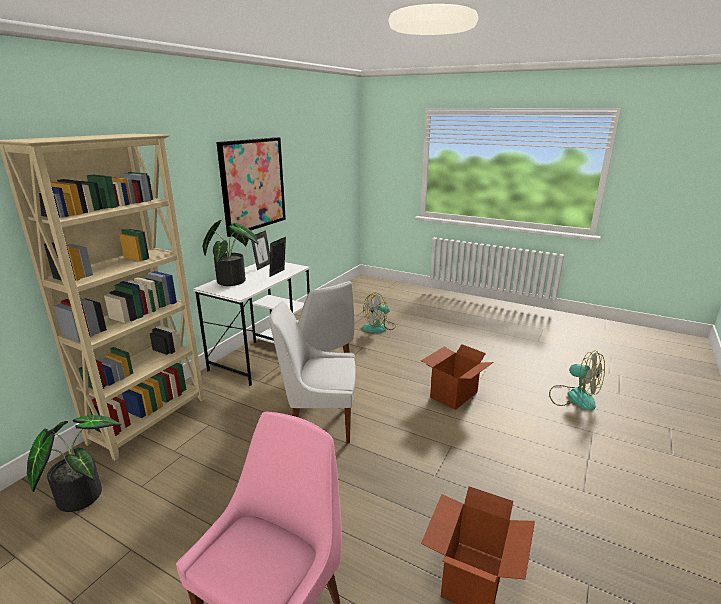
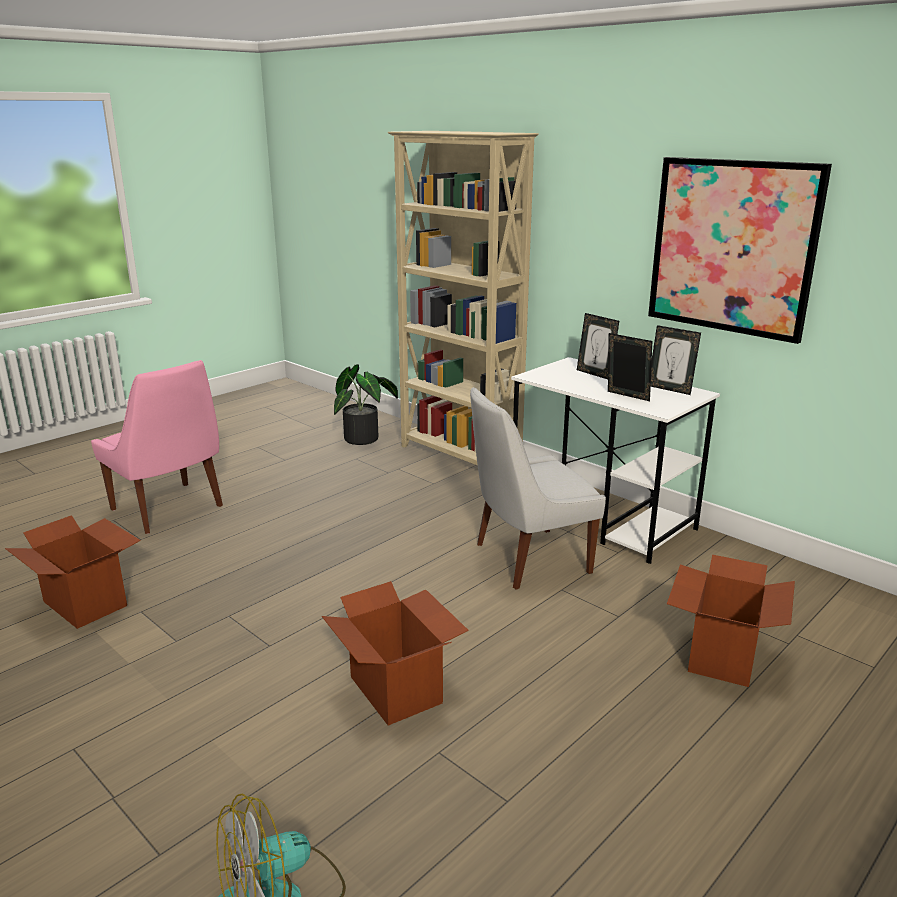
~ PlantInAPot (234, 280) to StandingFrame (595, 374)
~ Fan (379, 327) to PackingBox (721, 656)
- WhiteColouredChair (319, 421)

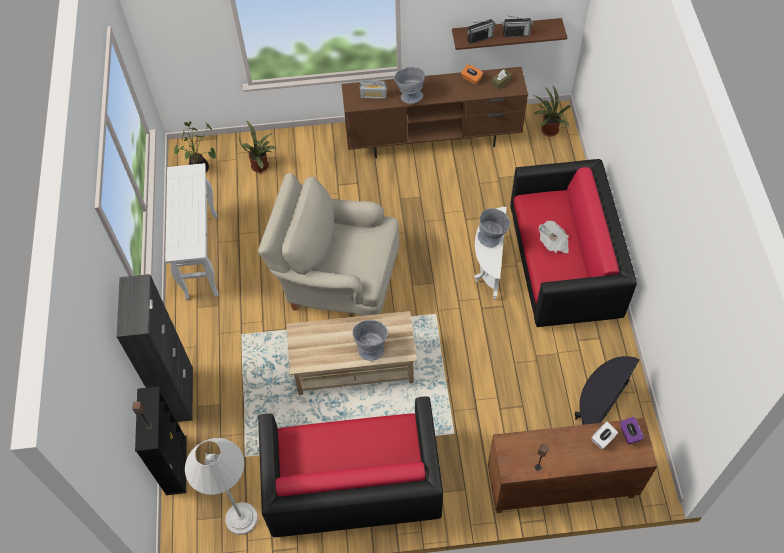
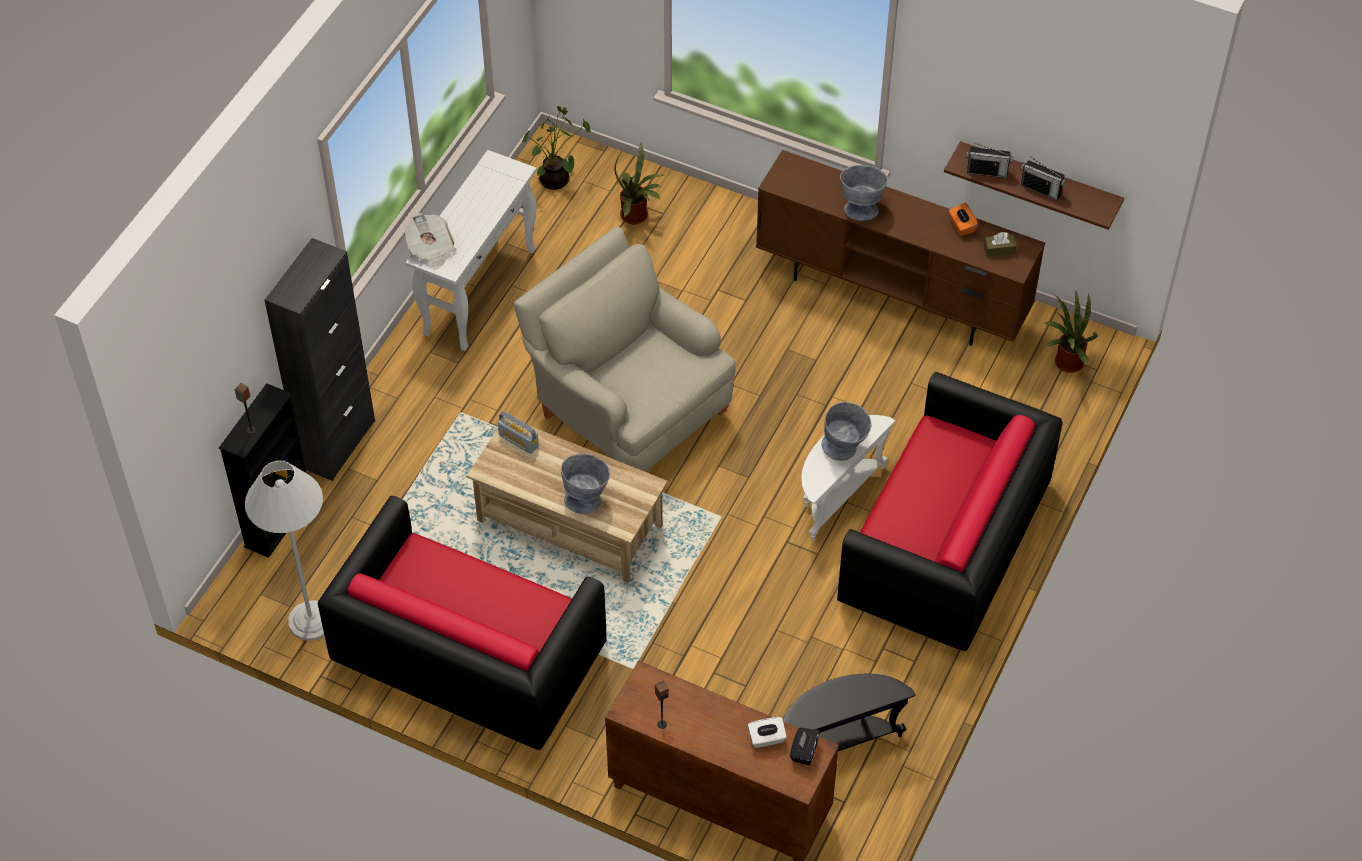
~ PrintedPaper (553, 243) to (431, 250)
~ RadioReceiver (373, 95) to (518, 440)
~ PurplishTissueBox (629, 434) to BlackishTissueBox (804, 751)

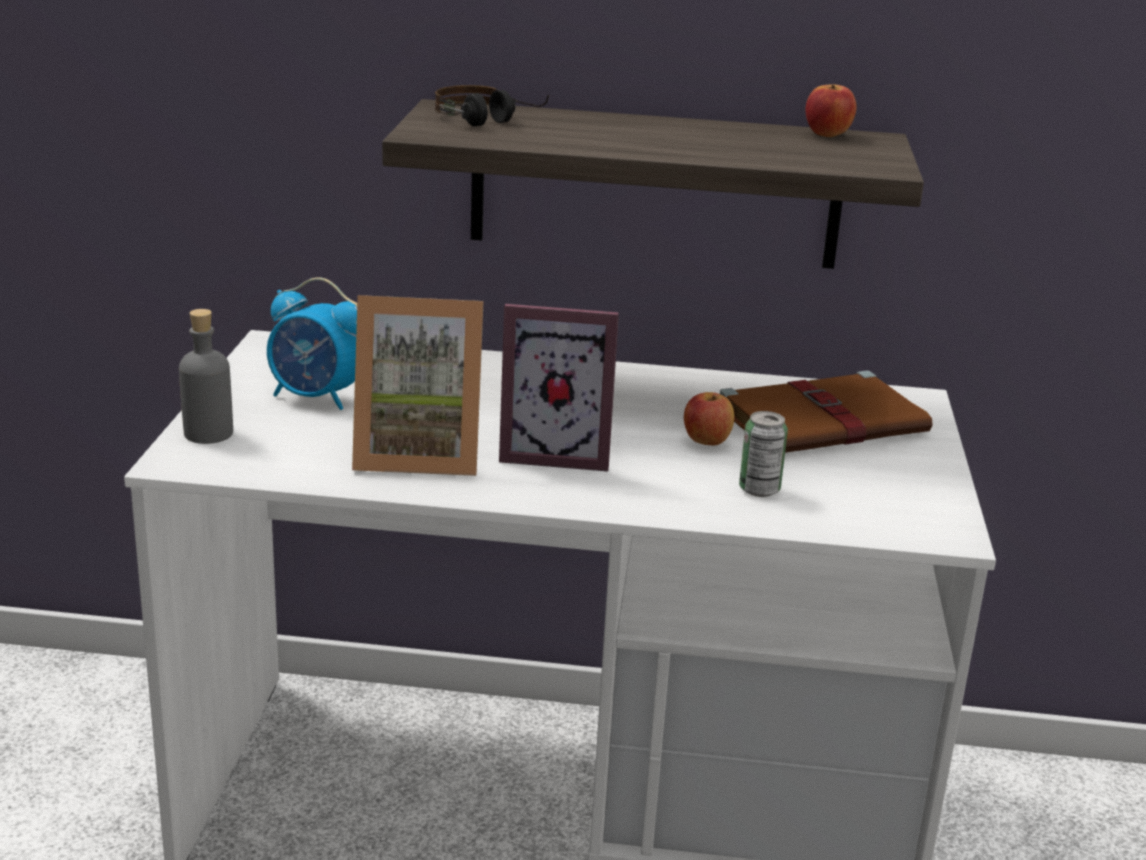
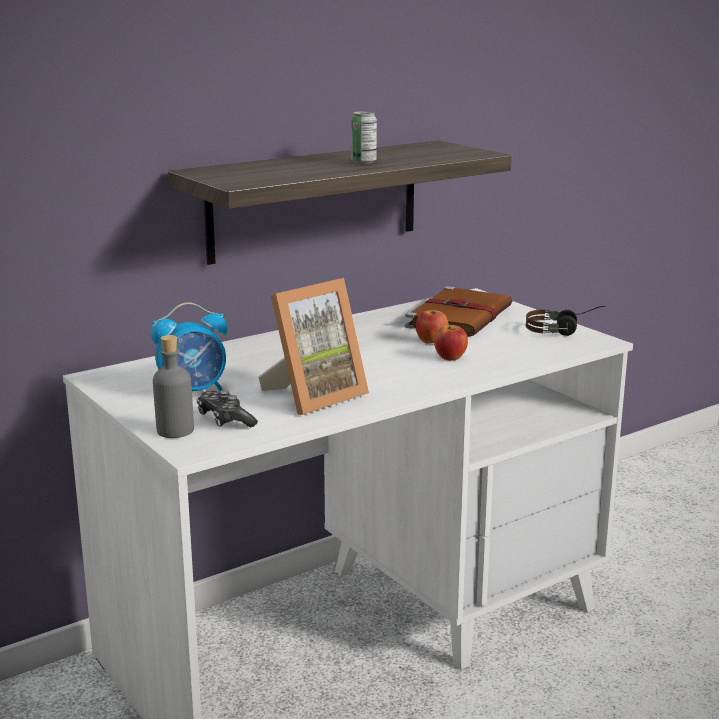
+ GameController (225, 420)
~ MetalCan (759, 489) to (363, 162)
~ WholeApple (828, 135) to (450, 358)
~ Headset (491, 122) to (564, 330)
- StandingFrame (556, 453)

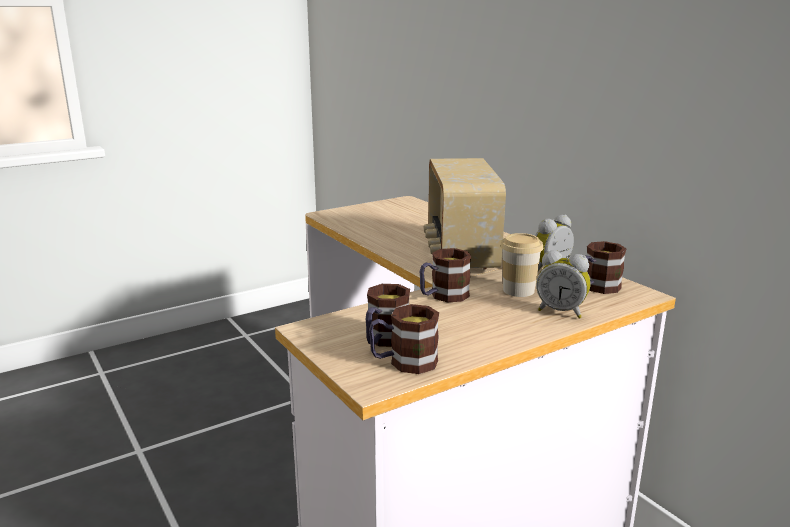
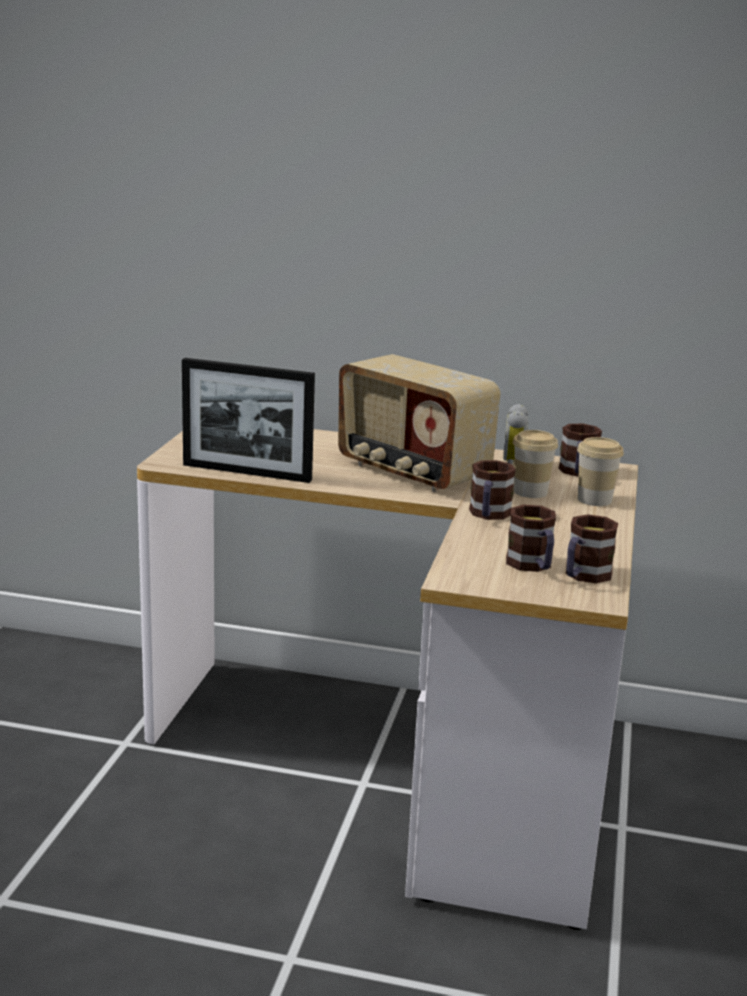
+ StandingFrame (246, 472)
~ AlarmClock (561, 311) to DrinkingCup (594, 500)

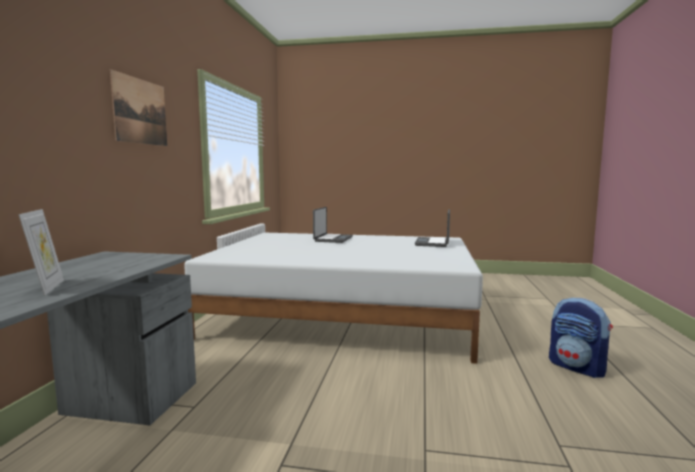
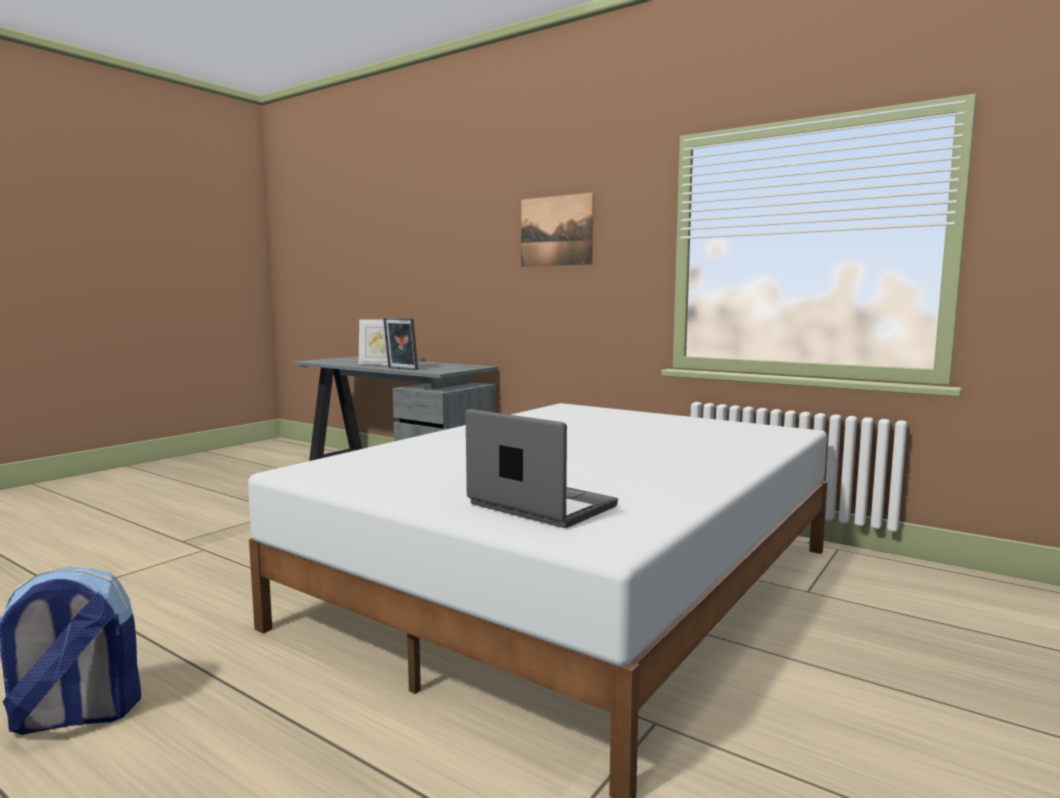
+ StandingFrame (401, 369)
- NotebookComputer (332, 239)

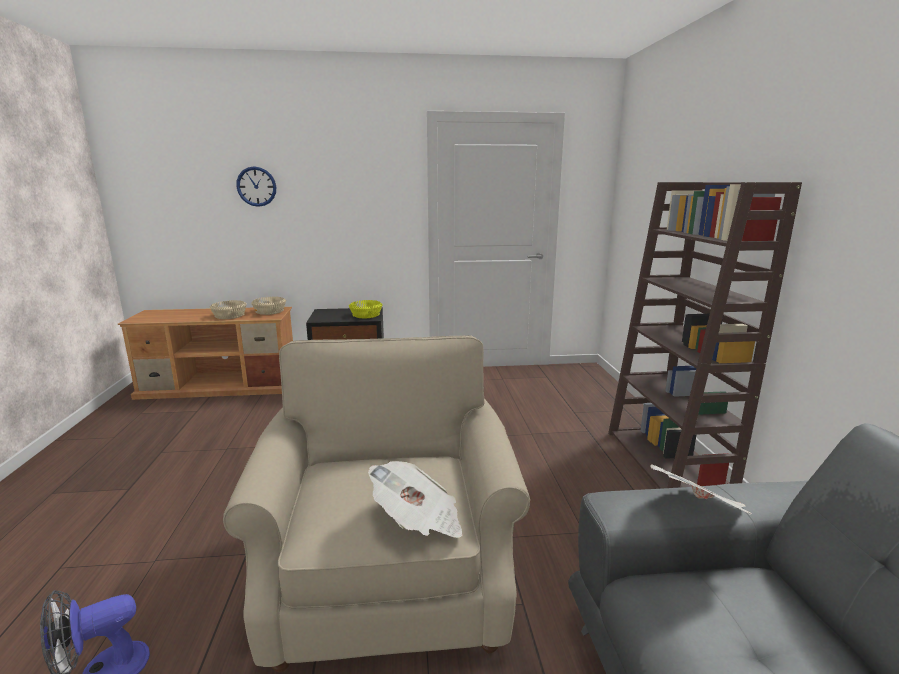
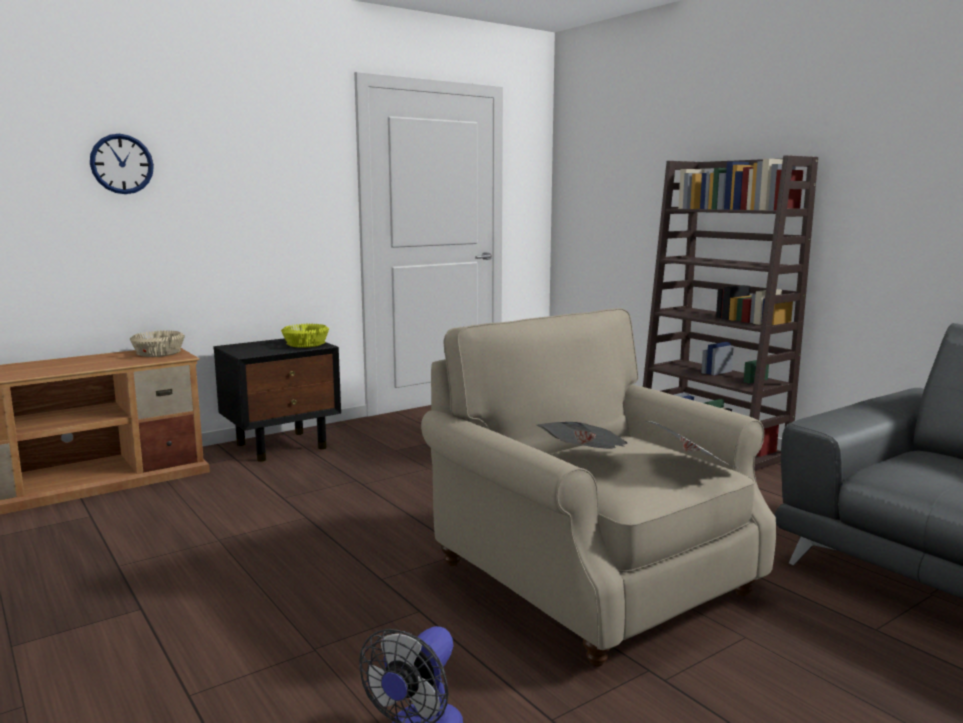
~ PrintedPaper (700, 512) to (583, 460)
- BeigeColouredBowl (230, 316)

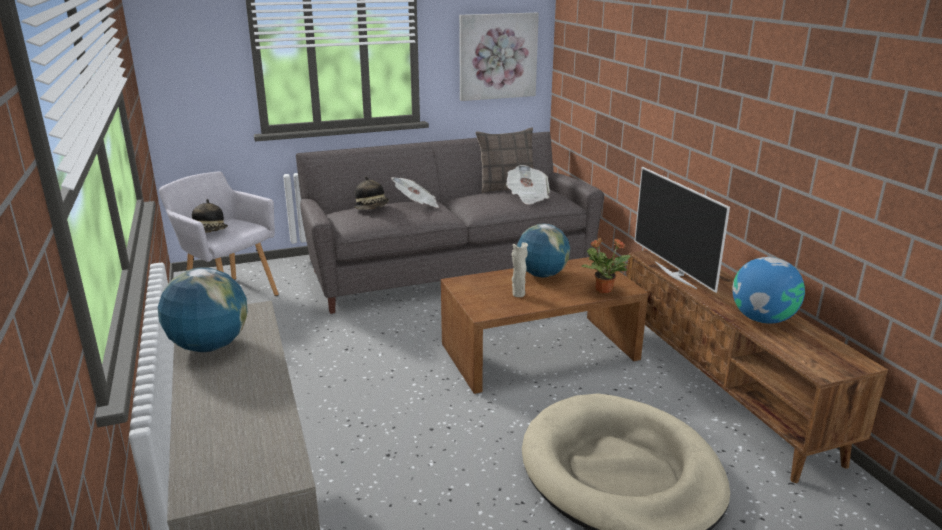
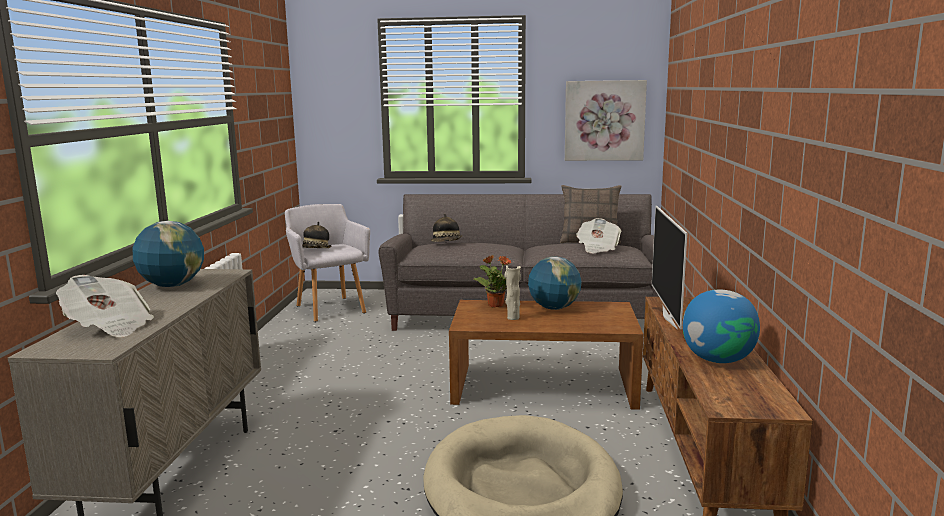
~ PrintedPaper (416, 204) to (109, 327)
~ PlantInAPot (603, 290) to (495, 305)

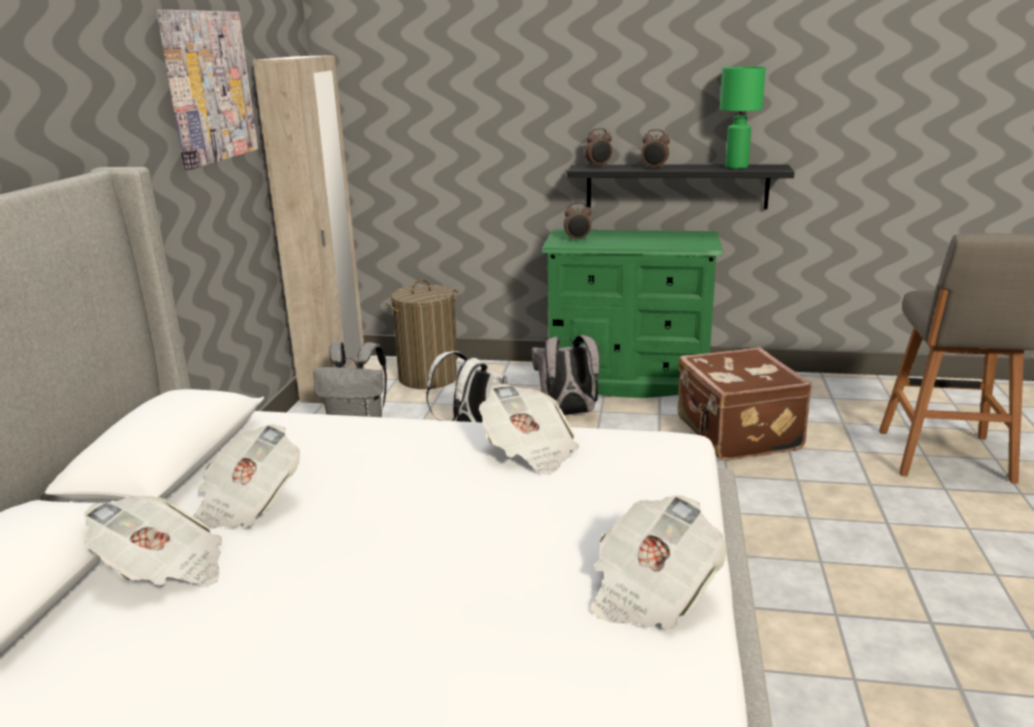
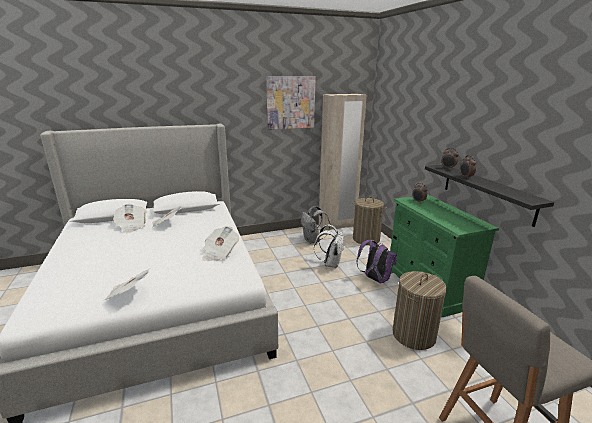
~ GreyBackpack (568, 413) to PurplishBackpack (375, 279)
~ BrownColouredPieceOfLuggage (736, 434) to Hamper (413, 335)
- GreenLampForATable (736, 167)

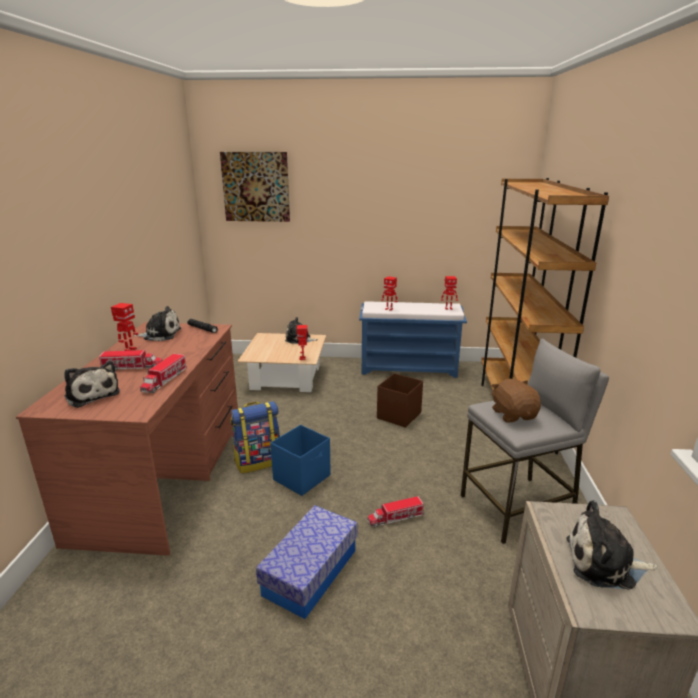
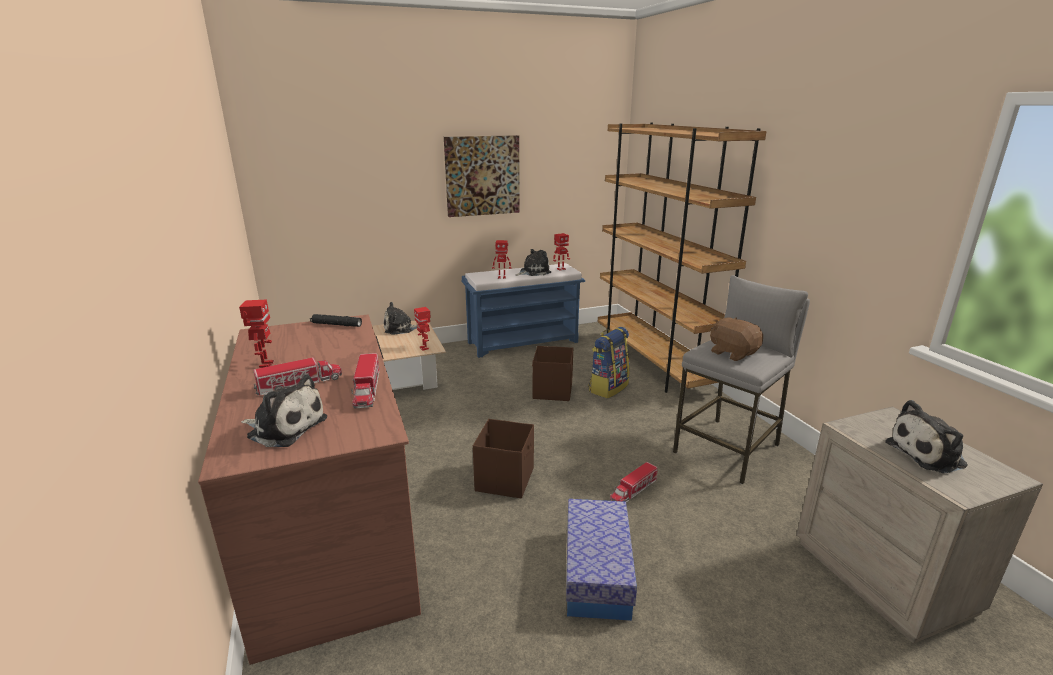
~ Picture (256, 187) to (482, 176)
~ BlueStorageBox (302, 477) to BrownColouredStorageBox (505, 479)
~ PlushToy (160, 334) to (533, 272)
~ Backpack (258, 461) to (608, 387)

